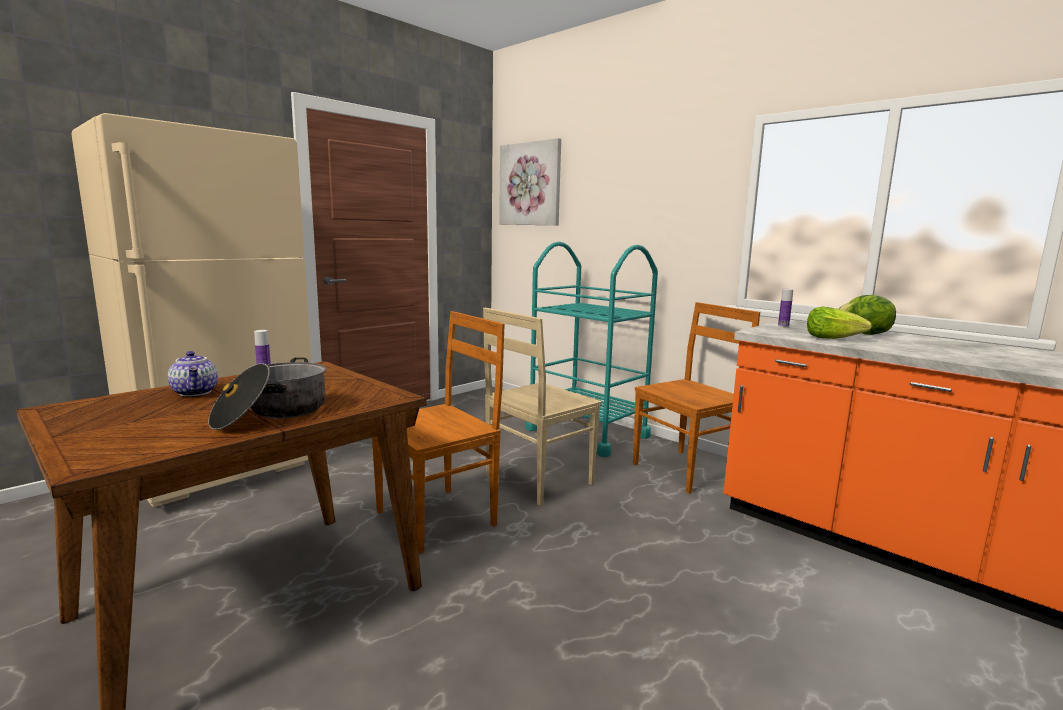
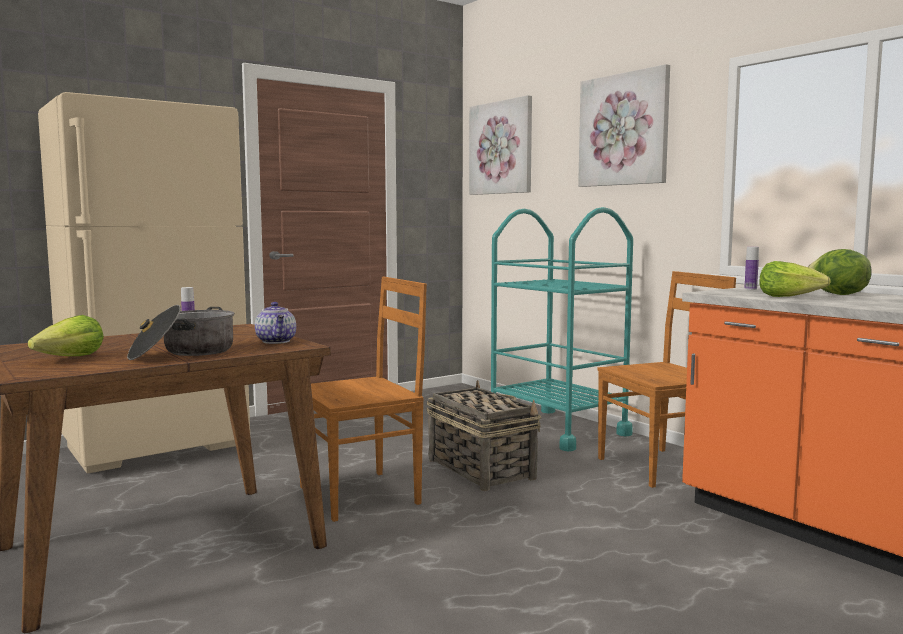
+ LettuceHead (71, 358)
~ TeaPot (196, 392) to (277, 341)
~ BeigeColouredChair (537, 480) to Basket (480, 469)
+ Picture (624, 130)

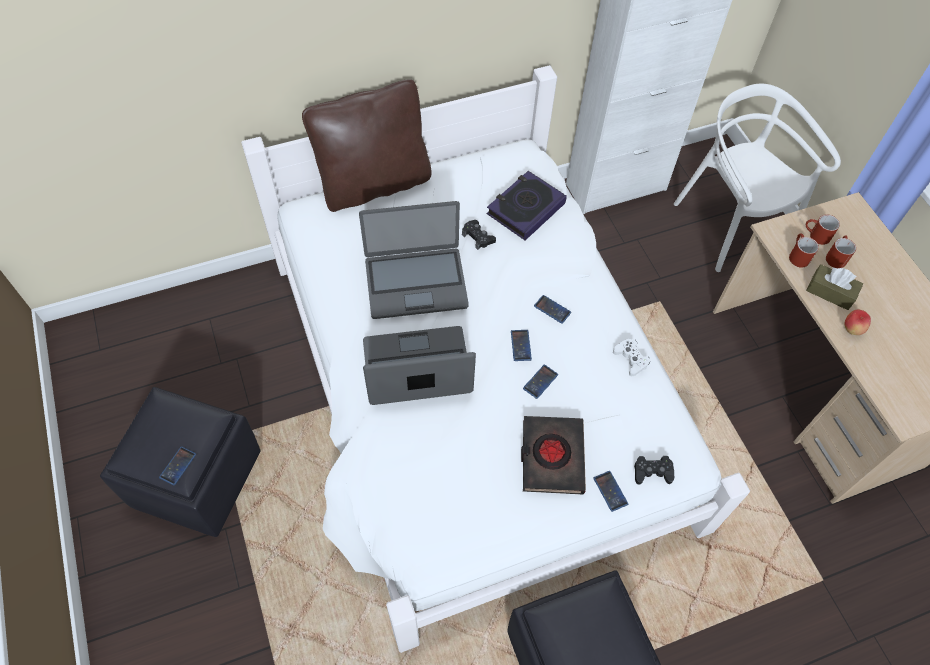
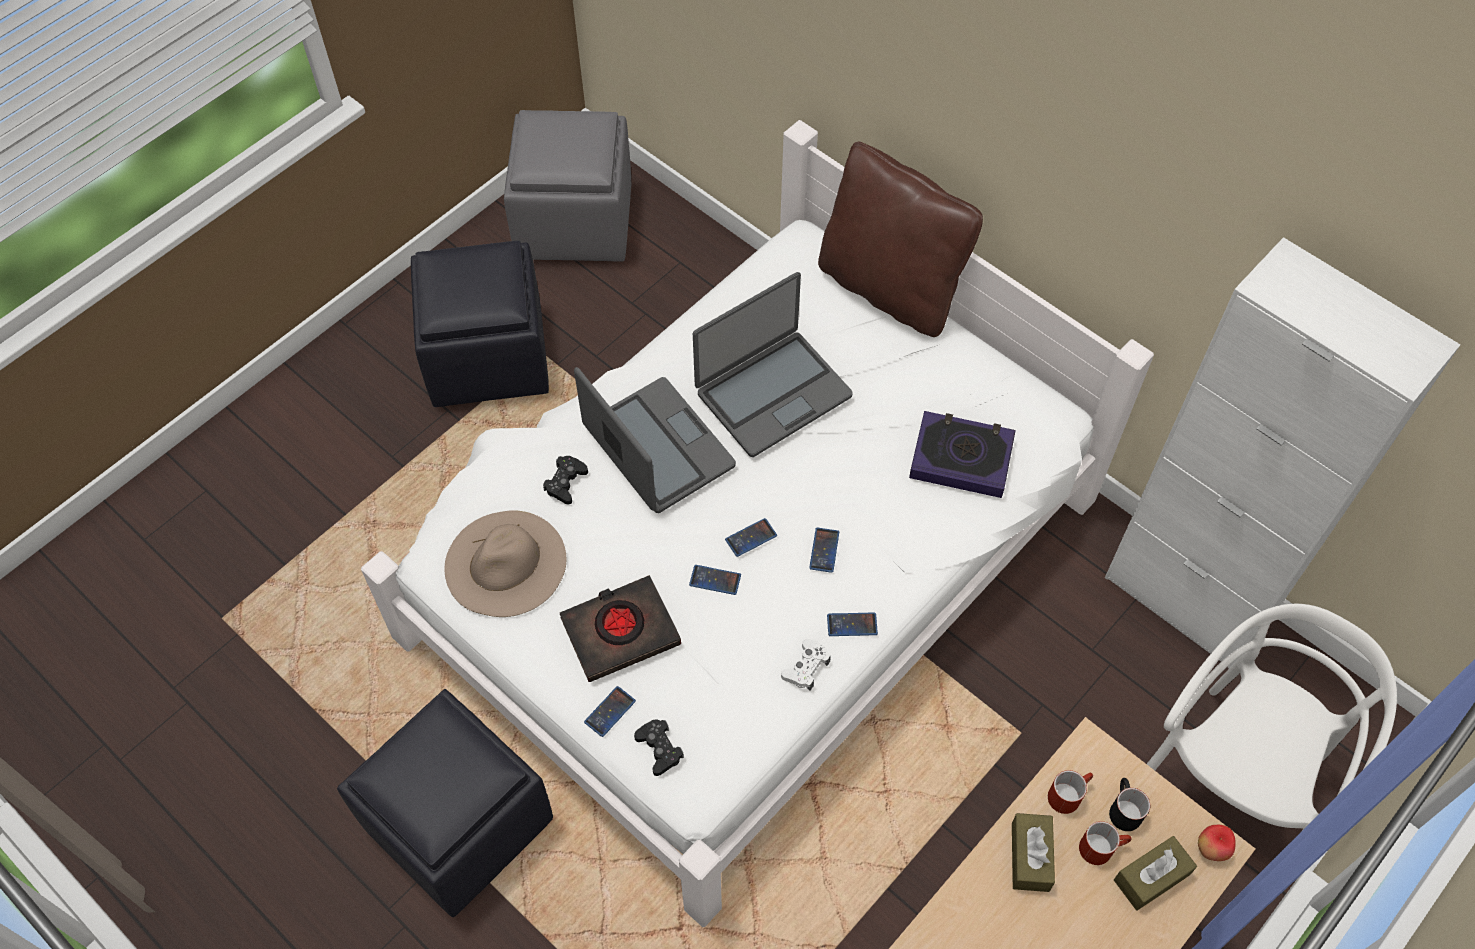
+ BeigeColouredHat (505, 563)
+ GreyPouffe (576, 220)
~ BlackishGameController (478, 237) to (565, 482)
~ NotebookComputer (415, 282) = (772, 393) 90 degrees counterclockwise
~ Phone (178, 466) to (852, 624)
~ RedColouredMug (815, 236) to BlackishMug (1122, 809)
+ BrownColouredTissueBox (1151, 877)
~ WholeApple (852, 329) to (1211, 849)

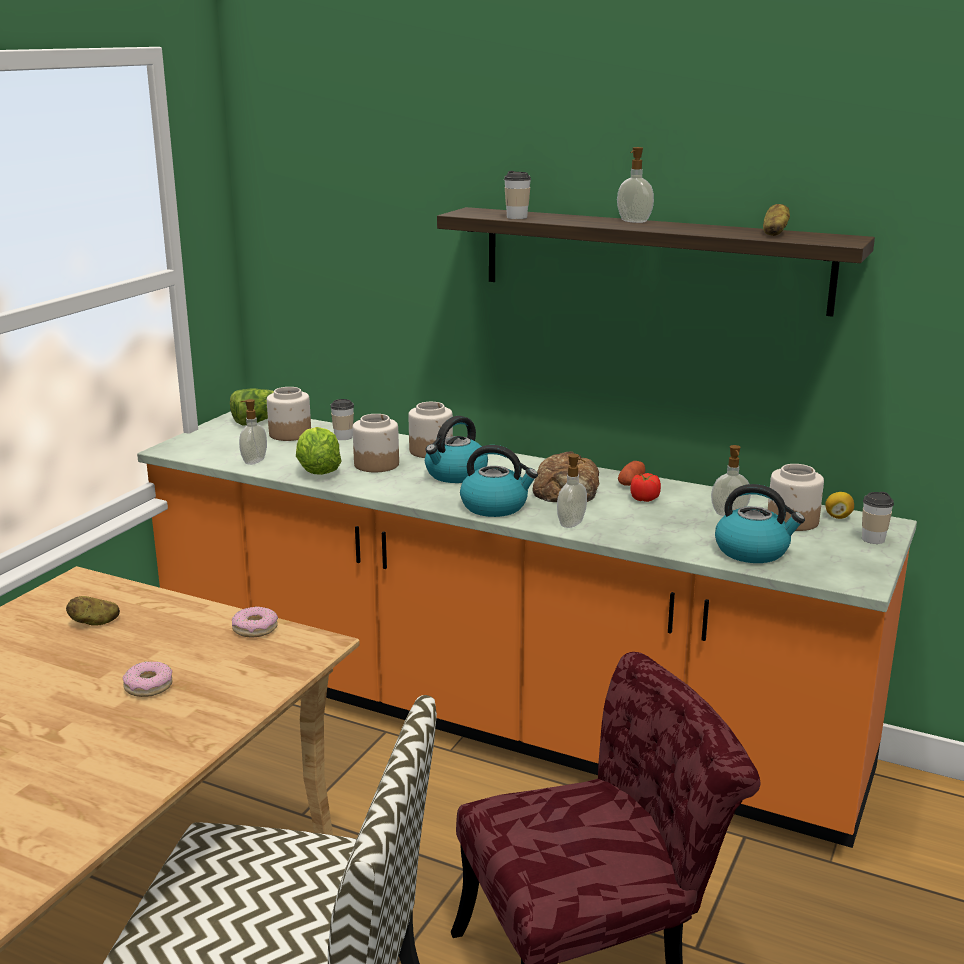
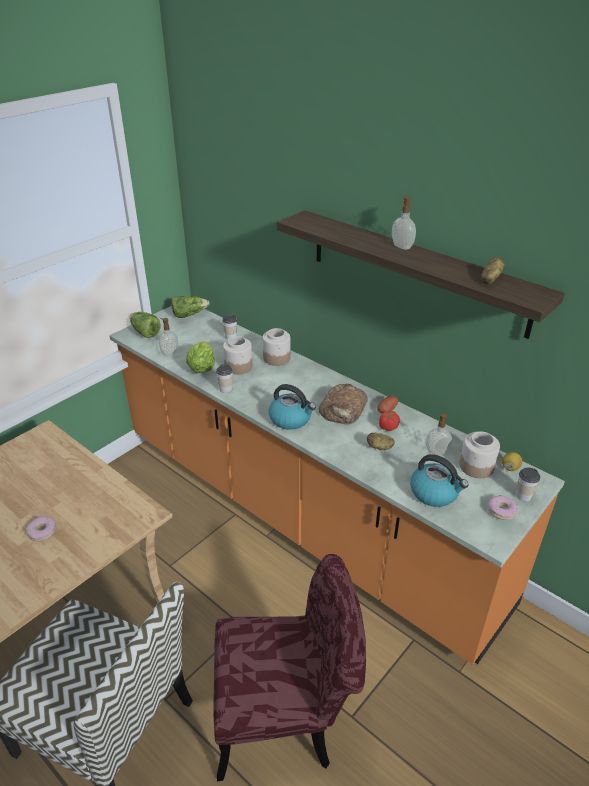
+ LettuceHead (145, 332)
~ DrinkingCup (517, 217) to (226, 389)
~ WholePotato (94, 623) to (380, 447)
~ Donut (255, 629) to (501, 511)
- Jar (289, 434)
- Kettle (455, 474)
- SoapDispenser (572, 524)

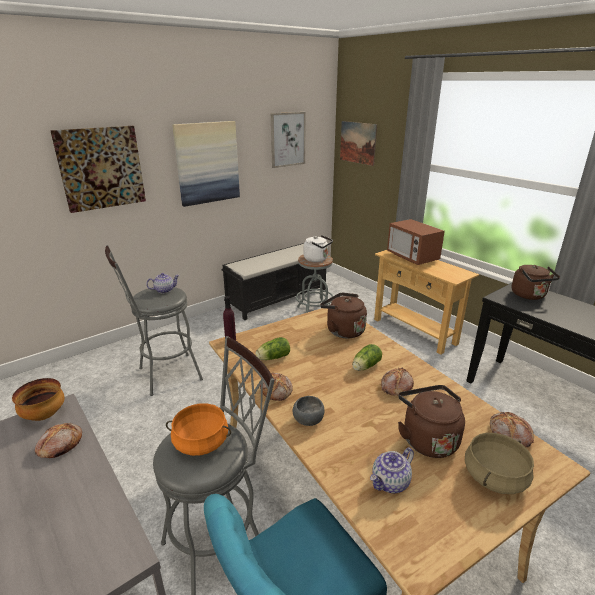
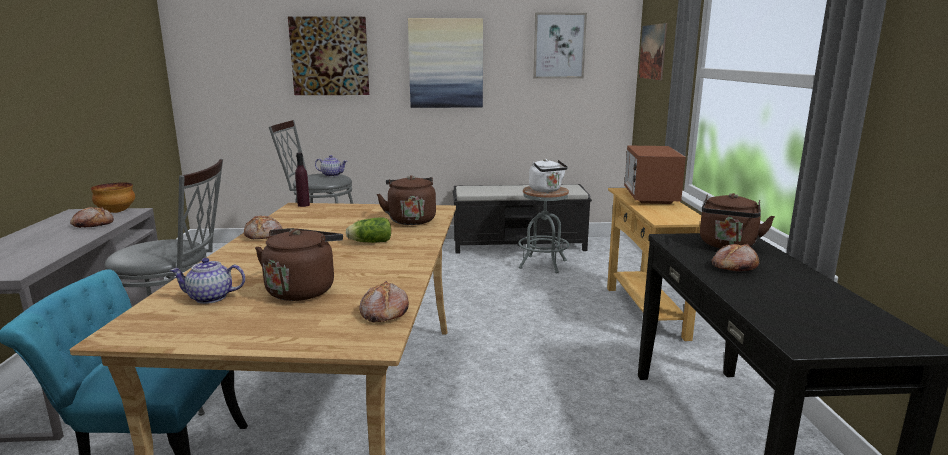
~ BakedBread (396, 387) to (733, 266)
- OrangeColouredStockpot (201, 442)
- LettuceHead (272, 358)
- GreyBowl (309, 421)
- BeigeColouredStockpot (495, 477)

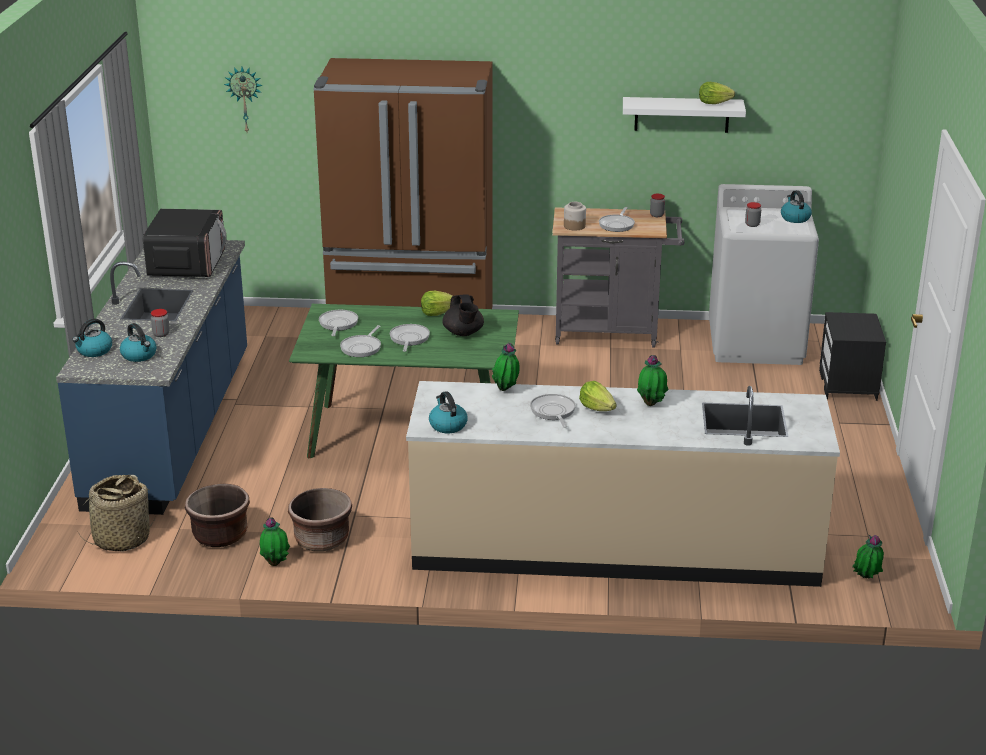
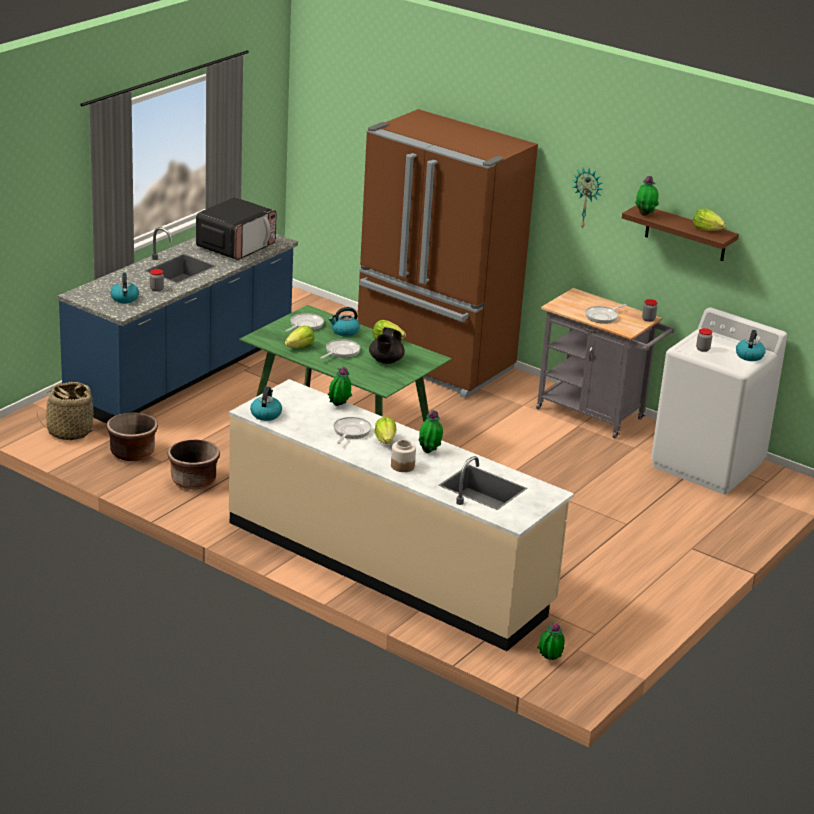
~ Skillet (362, 347) to LettuceHead (300, 347)
~ Kettle (94, 351) to (344, 332)
~ Jar (574, 226) to (402, 466)
~ ClockOnTheWall (245, 99) to (587, 198)
~ WhiteColouredShelf (682, 114) to BrownColouredShelf (686, 233)
~ PlantInAPot (275, 563) to (645, 214)
- BlackishBedsideTable (849, 385)

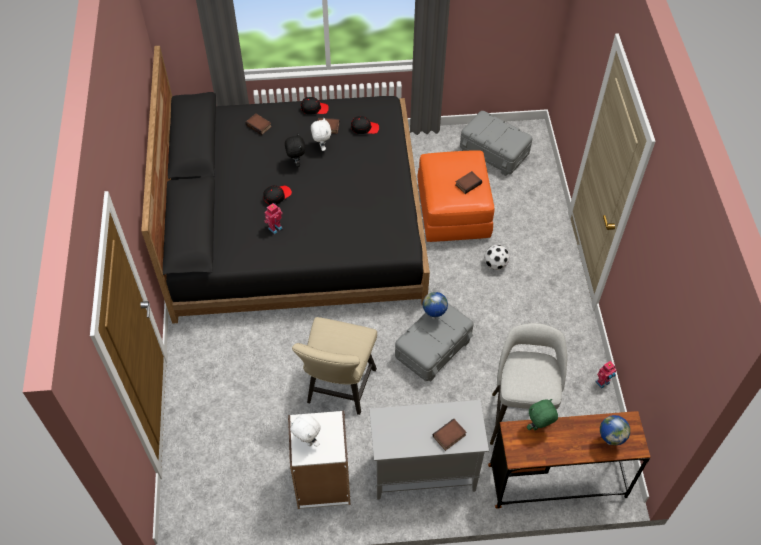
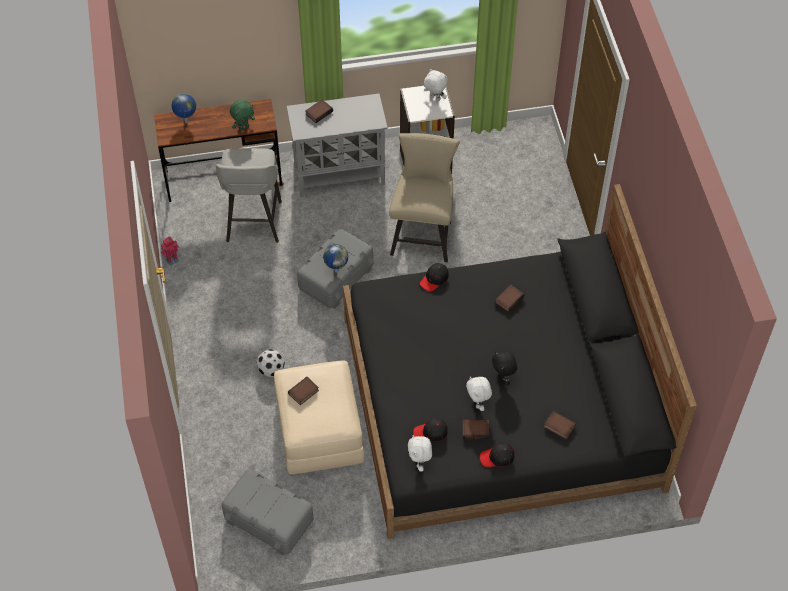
~ OrangeColouredPouffe (452, 211) to BeigeColouredPouffe (320, 432)
+ WhiteColouredPlushToy (420, 463)
~ BlackishPeakedCap (277, 196) to (434, 279)
~ ToyRobot (274, 227) to BoundBook (509, 299)

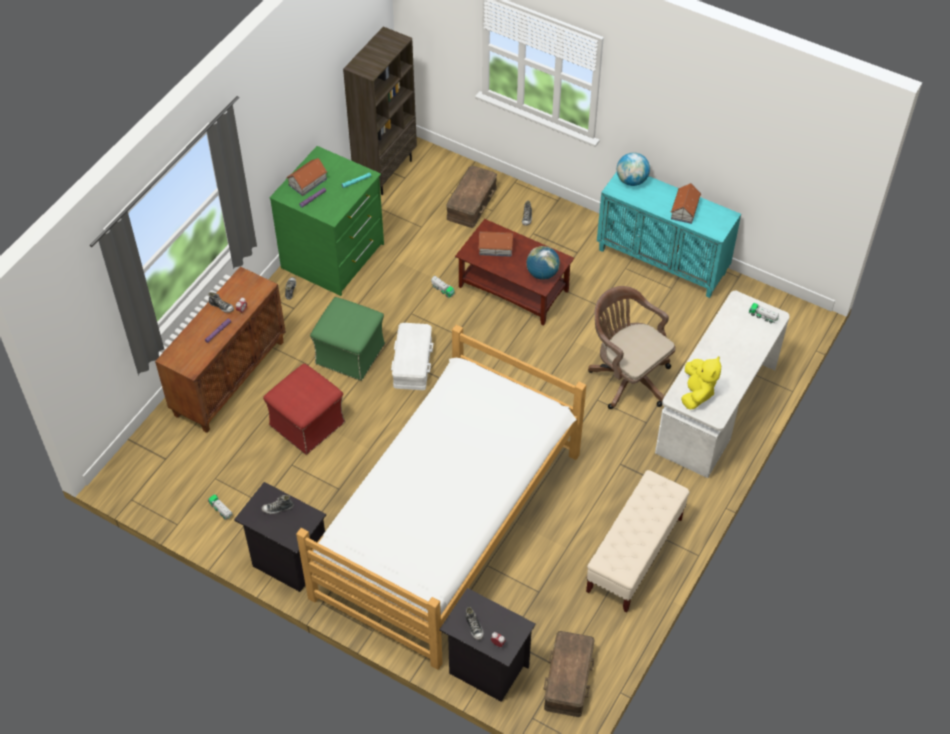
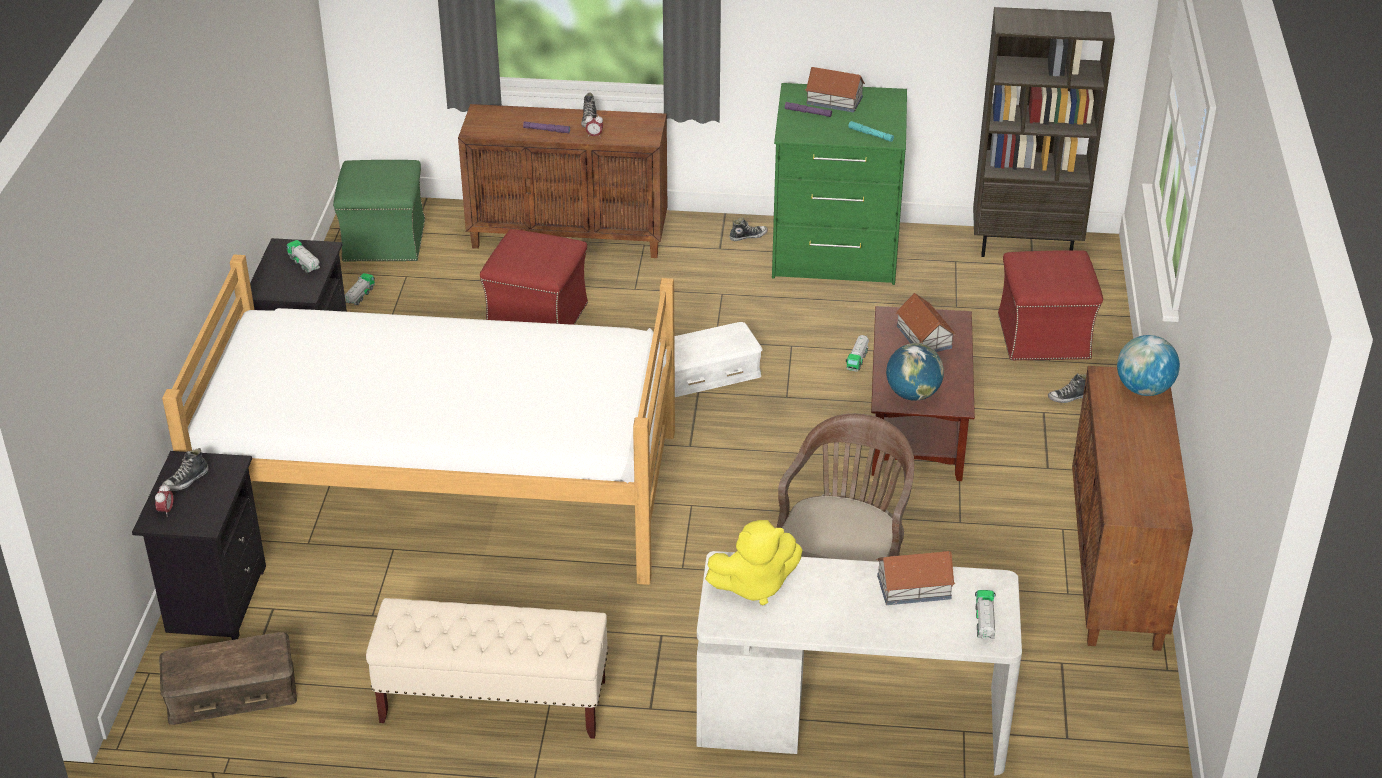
~ Shoe (277, 508) to ModelTruck (304, 264)
~ GreenPouffe (350, 354) to (384, 241)
~ ToyHouse (685, 209) to (915, 587)
~ BrownColouredStorageBox (471, 203) to RedColouredPouffe (1045, 336)
~ TurquoiseCupboard (663, 261) to BrownColouredCupboard (1117, 567)

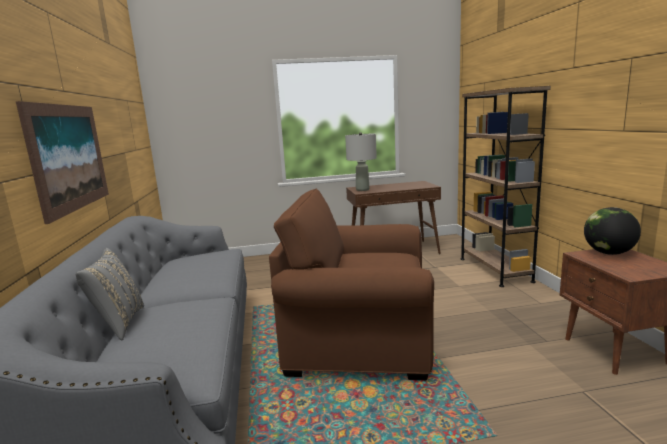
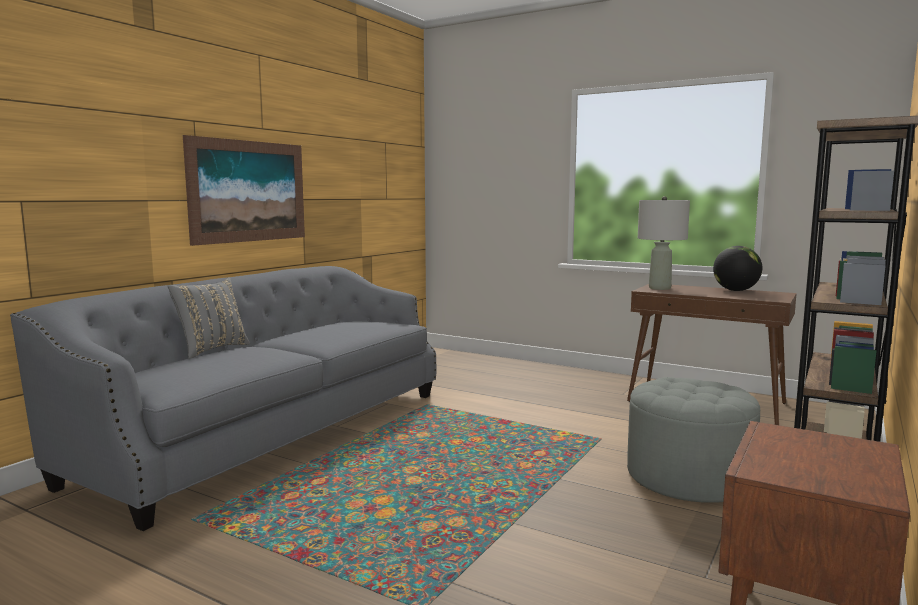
+ GreyPouffe (688, 477)
~ Globe (608, 253) to (735, 290)
- BrownColouredArmchair (359, 339)

